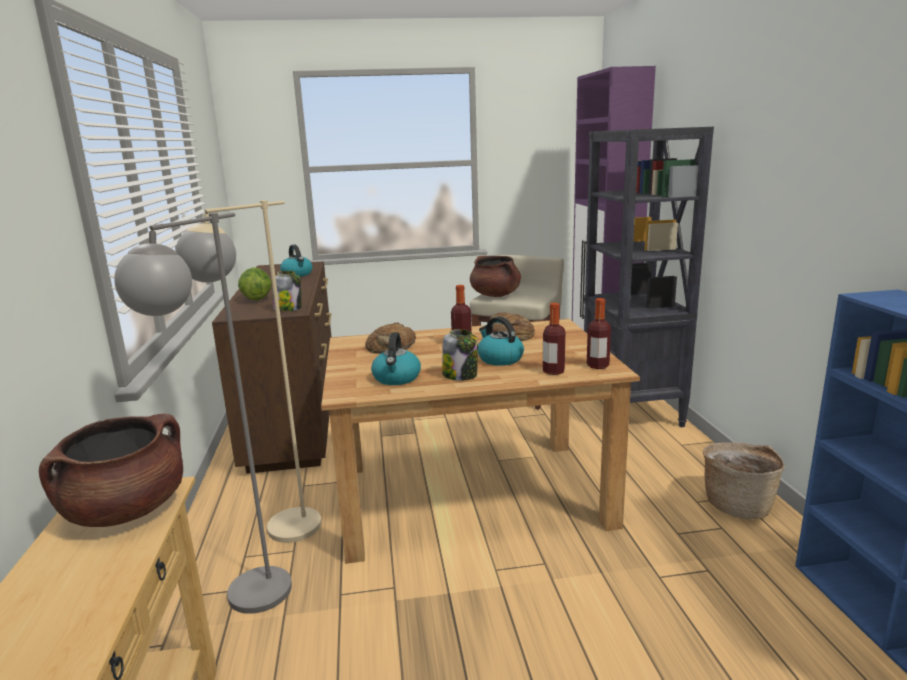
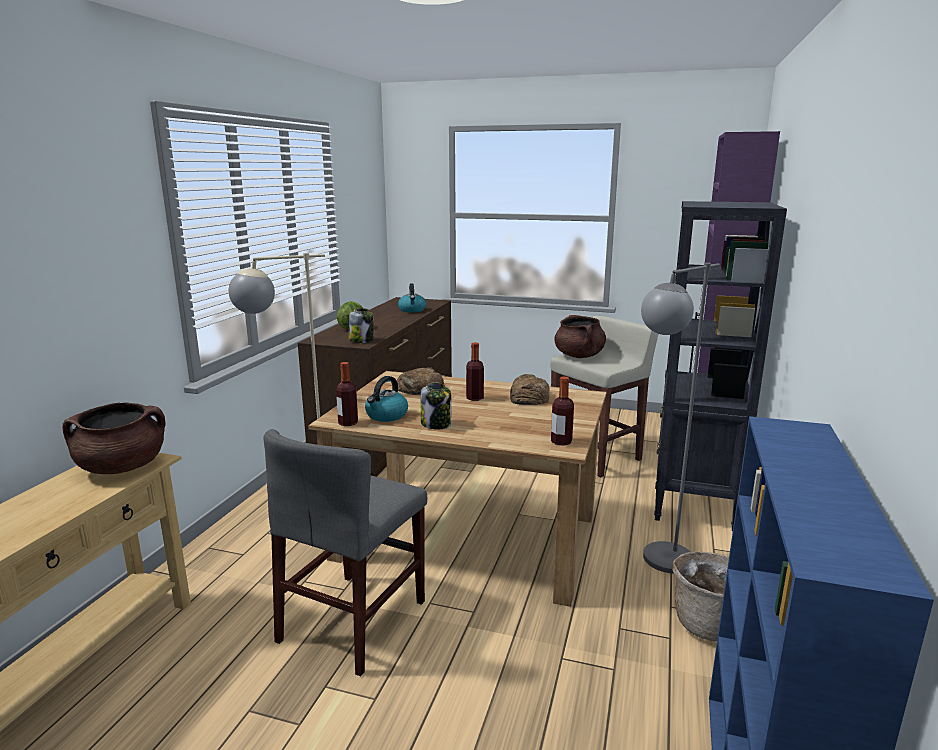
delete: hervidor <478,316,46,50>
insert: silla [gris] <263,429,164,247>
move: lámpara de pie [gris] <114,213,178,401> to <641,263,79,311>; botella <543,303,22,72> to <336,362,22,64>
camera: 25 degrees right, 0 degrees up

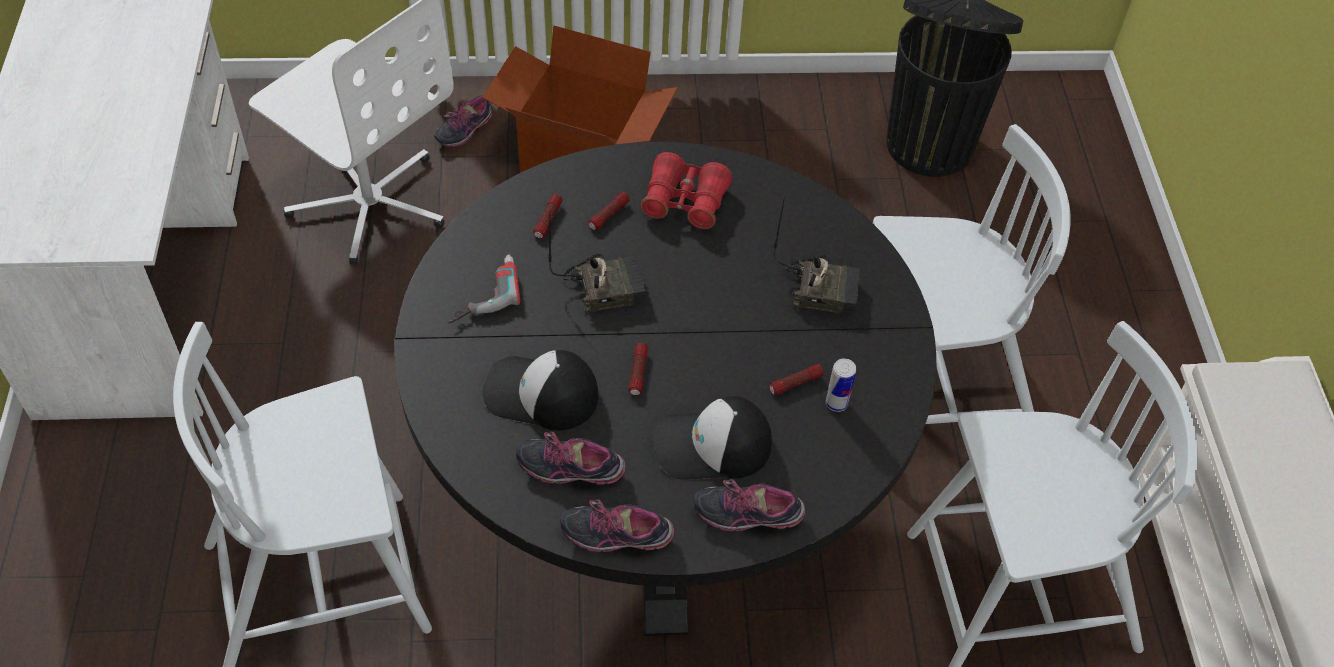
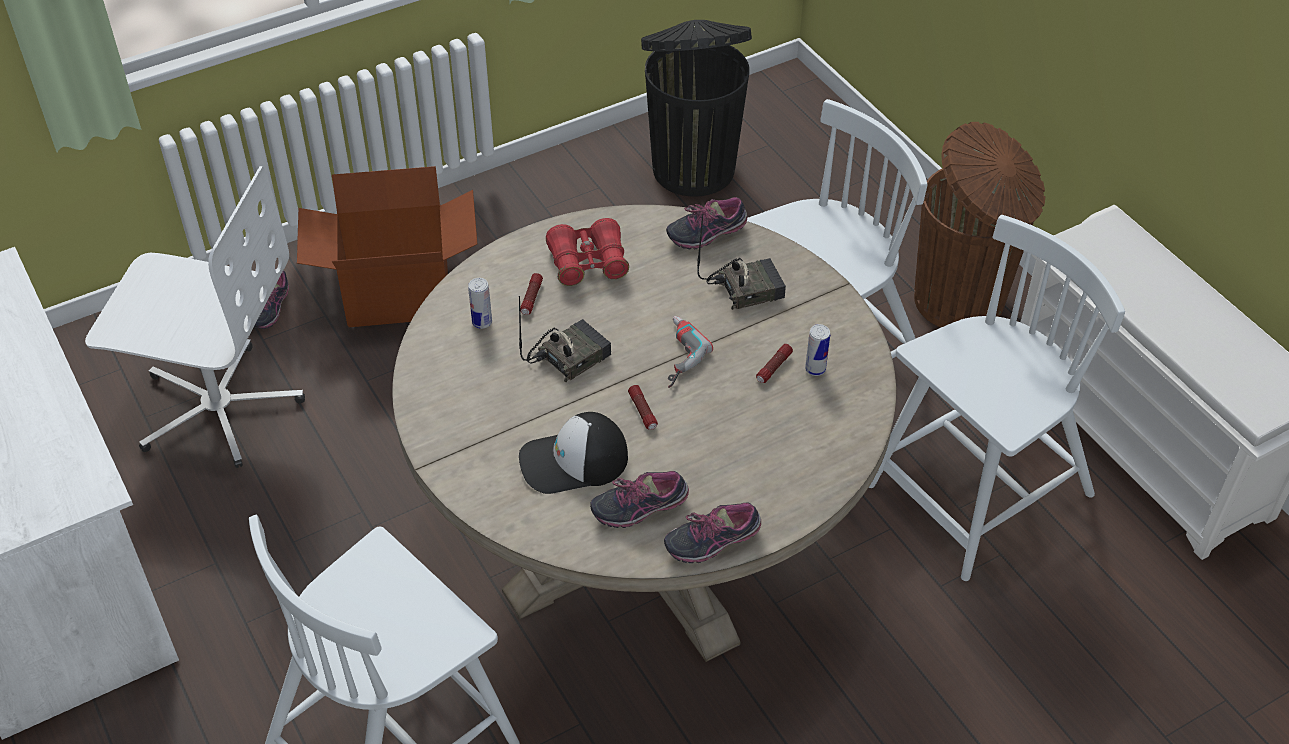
delete: gorra <654,396,118,84>
insert: papelera [marrón] <914,122,131,206>
move: taladro <448,255,72,68> to <668,316,45,72>; zapato <693,479,112,53> to <666,197,81,52>
replace: linterna <533,194,30,44> to lata <468,278,24,51>
recolor: mesa de comedor [negro] <395,142,541,494> to mesa de comedor [beis] <392,205,504,457>
camera: 25 degrees left, 5 degrees down

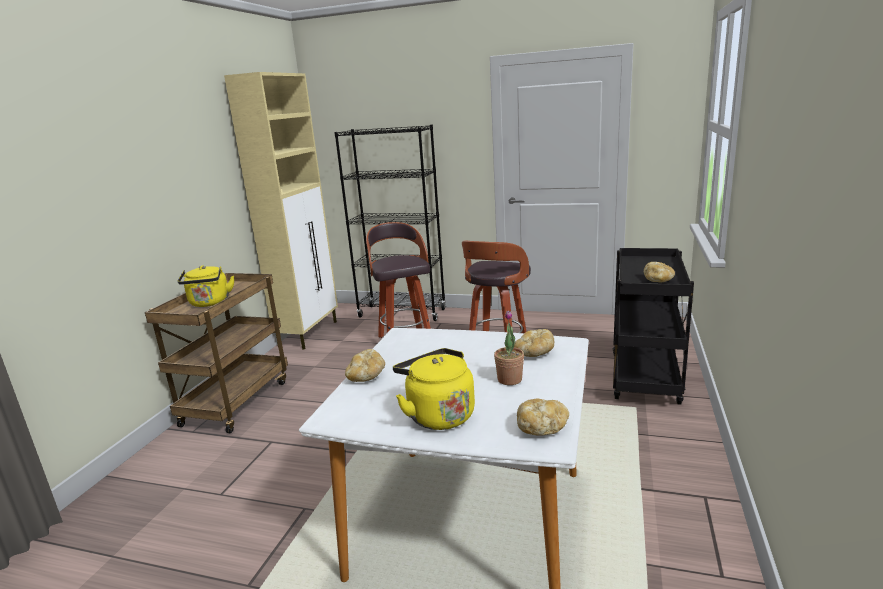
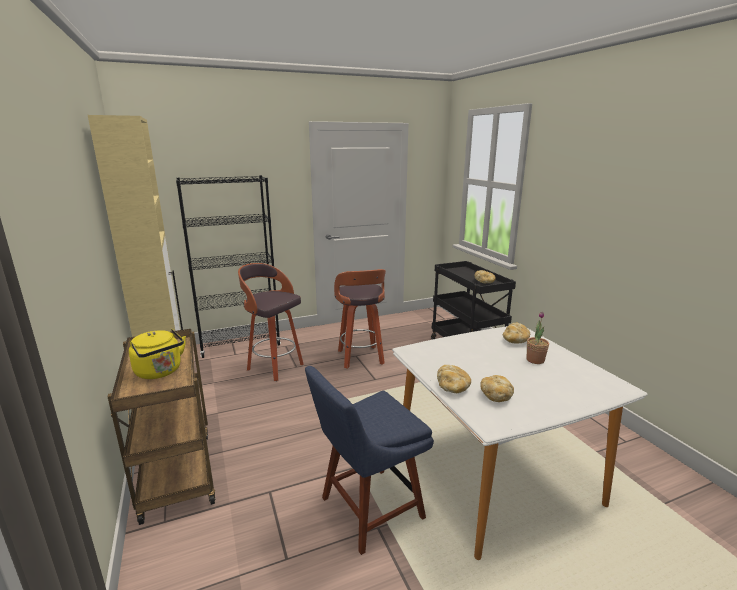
delete: hervidor [amarillo] <393,348,82,82>
insert: silla [azul] <305,366,129,189>
move: pan <517,399,52,37> to <480,375,34,27>
camera: 40 degrees left, 0 degrees up

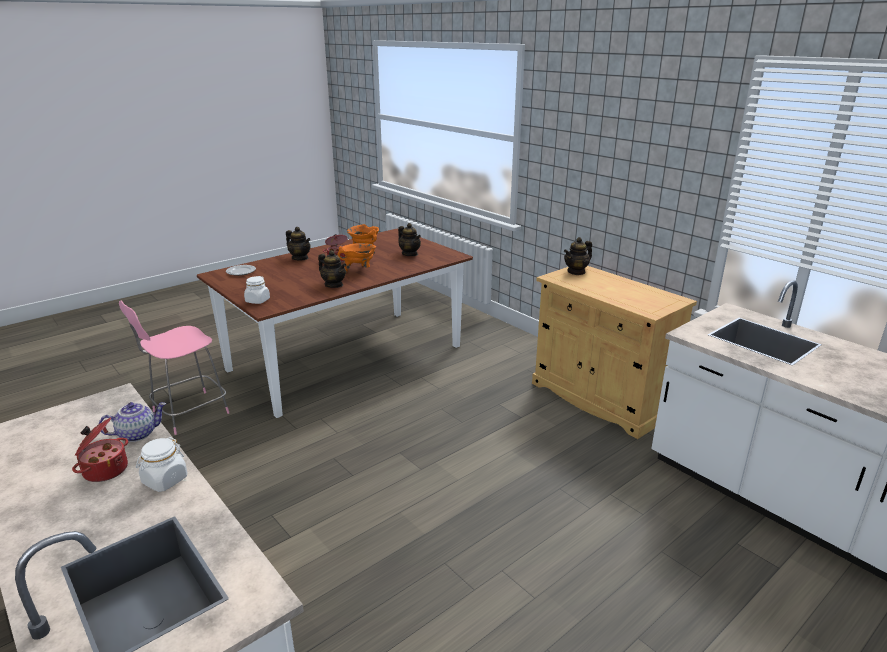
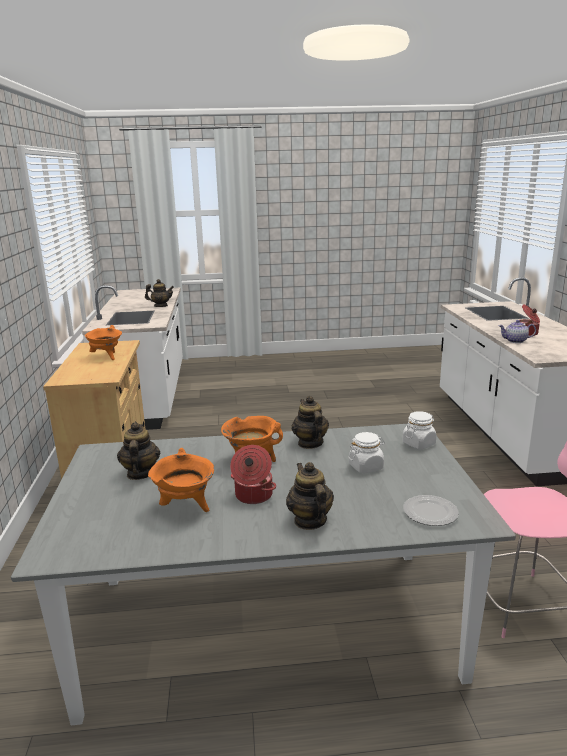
insert: olla [naranja] <85,325,37,35>
move: tarro [blanco] <136,437,51,55> to <349,432,36,41>; tetera <564,237,28,38> to <145,279,29,28>
recolor: mesa de comedor [marrón] <197,229,276,189> to mesa de comedor [gris] <11,424,505,301>
camera: 145 degrees left, 5 degrees down

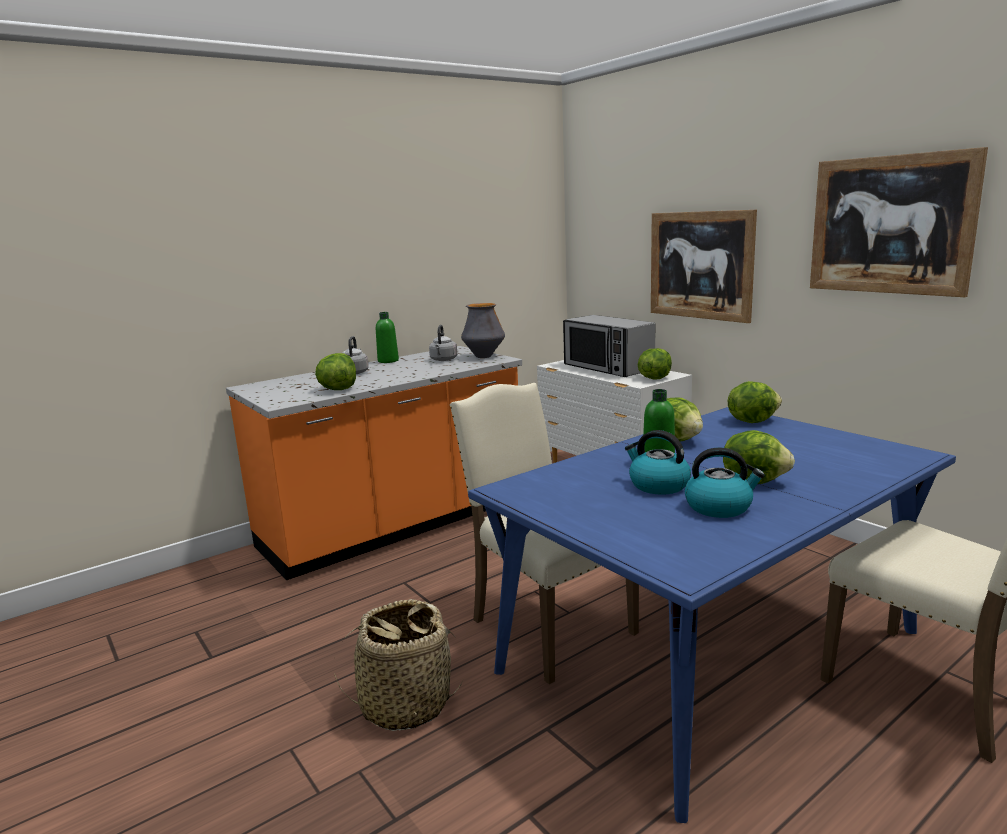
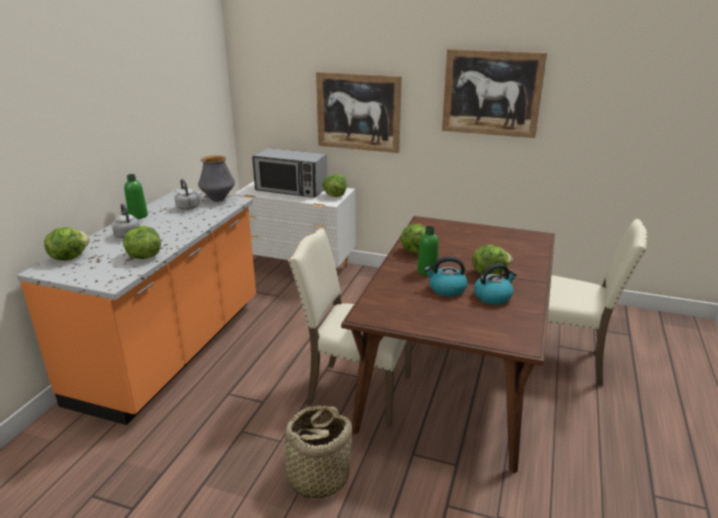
move: lechuga <728,381,54,42> to <44,227,46,34>
recolor: mesa de comedor [azul] <468,407,488,416> to mesa de comedor [marrón] <341,216,214,257>
camera: 35 degrees left, 10 degrees up

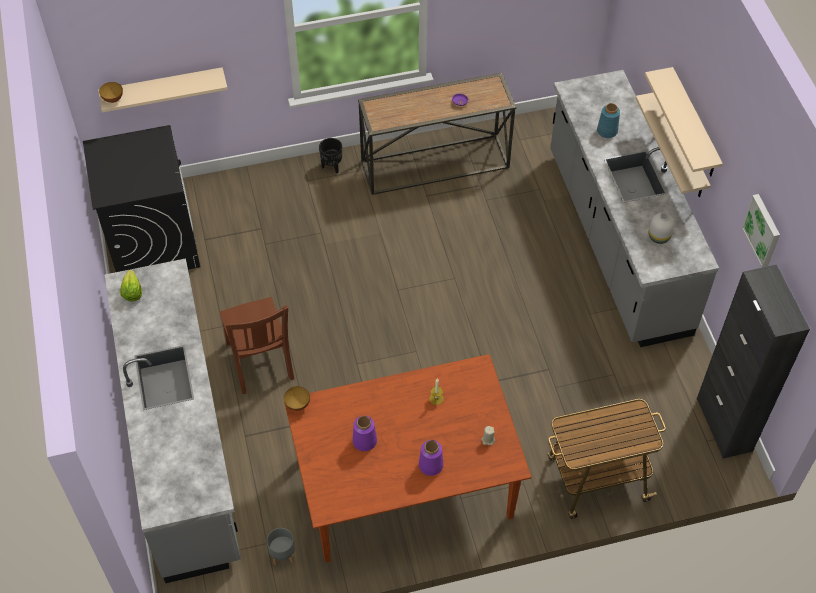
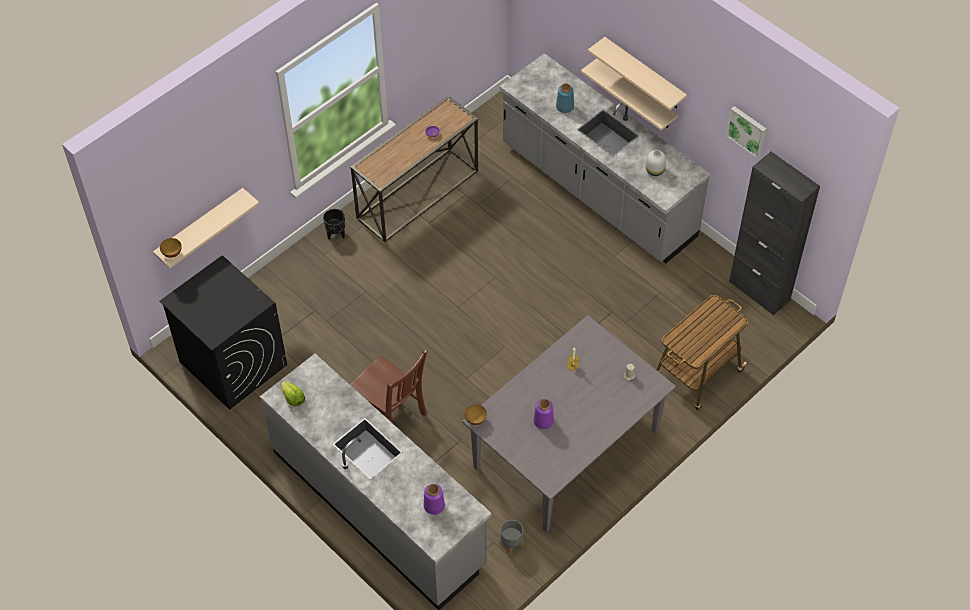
move: florero [morado] <419,440,24,36> to <424,484,21,31>
recolor: mesa de comedor [marrón] <284,354,247,208> to mesa de comedor [gris] <462,315,214,218>
camera: 30 degrees left, 0 degrees up

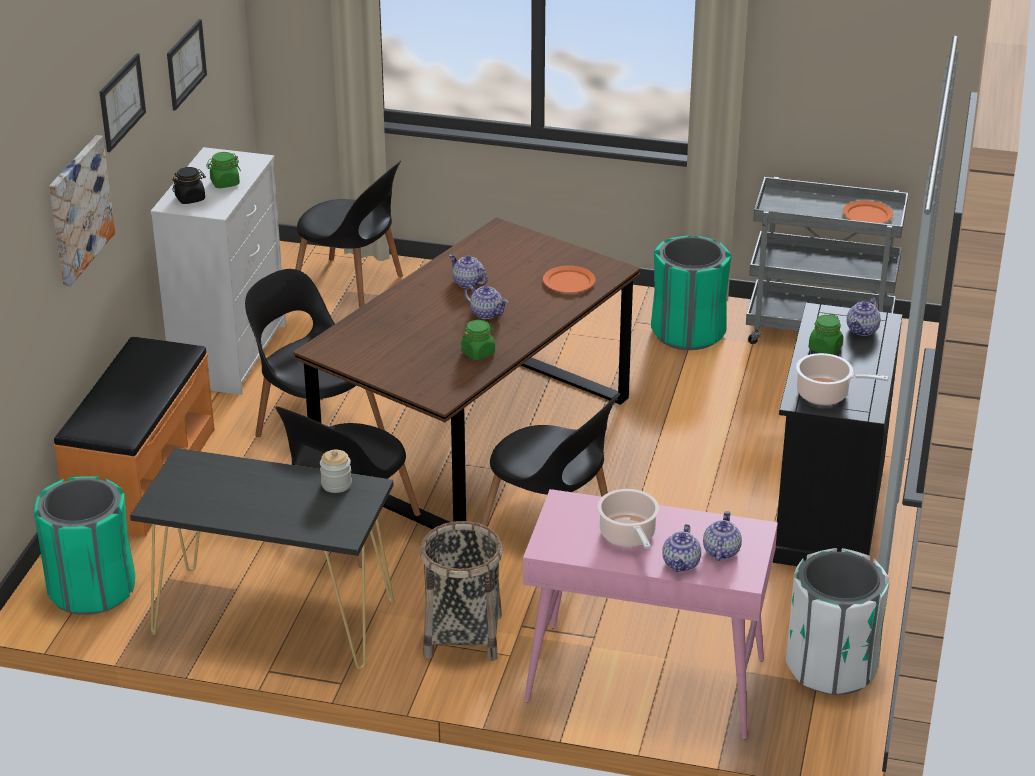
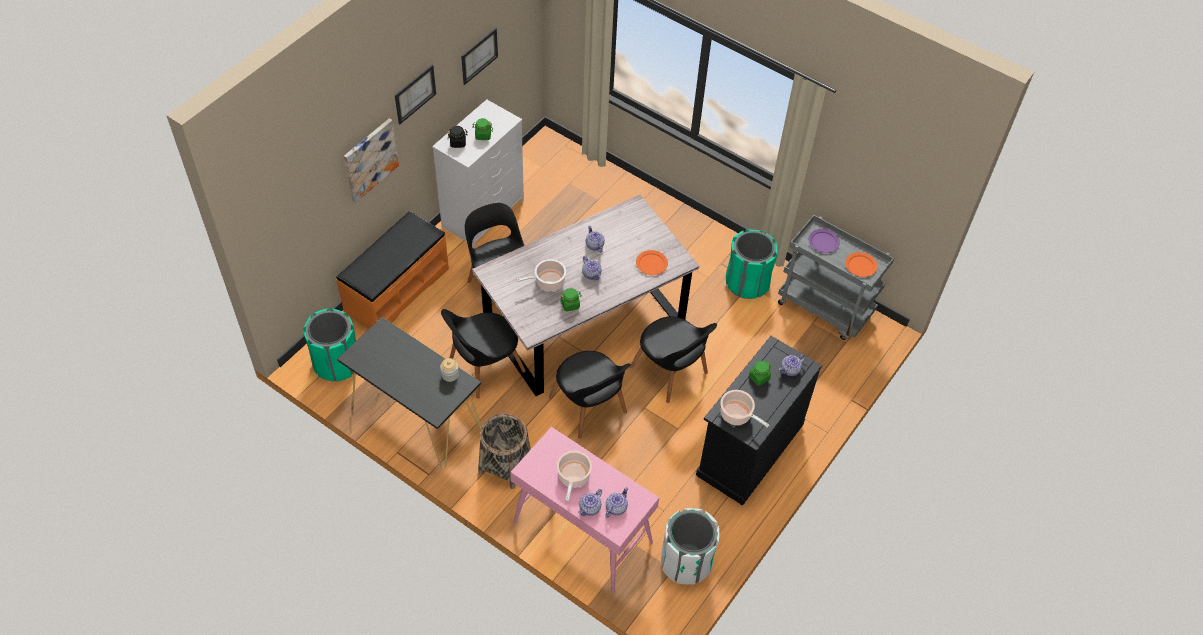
insert: olla <516,259,50,32>; plato [morado] <809,229,31,24>
move: silla [negro] <295,160,108,148> to <630,316,87,87>
recolor: mesa de comedor [marrón] <293,217,348,312> to mesa de comedor [gris] <472,195,227,201>
camera: 20 degrees right, 20 degrees up

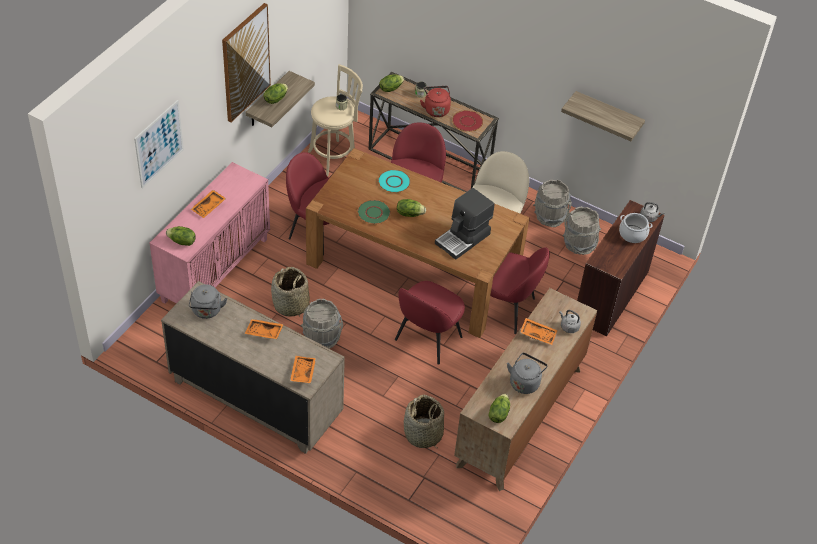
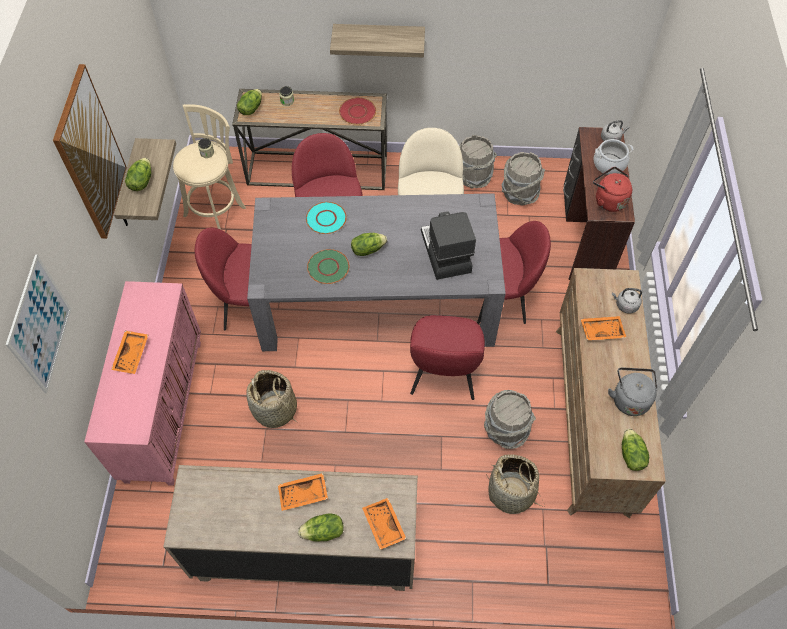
delete: hervidor [gris] <189,284,38,35>
move: lechuga <166,226,30,20> to <298,513,46,29>; cubo [gris] <301,299,42,50> to <484,390,52,59>; hervidor [rojo] <420,86,31,31> to <593,167,39,45>; estante <561,91,84,50> to <330,24,95,33>
recolor: mesa de comedor [marrón] <306,148,224,190> to mesa de comedor [gris] <247,193,259,158>
rotate: cafetera <435,188,60,72> = <421,211,55,69> 150 degrees clockwise
camera: 25 degrees left, 10 degrees up

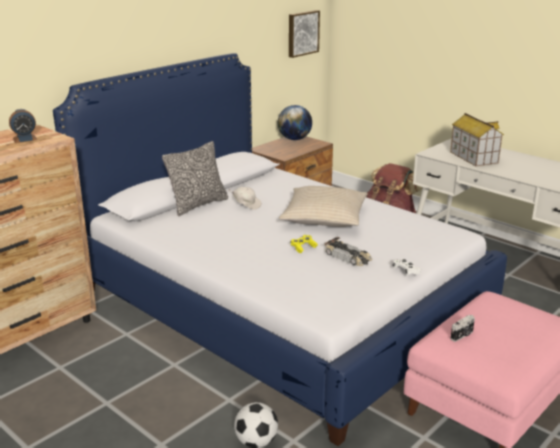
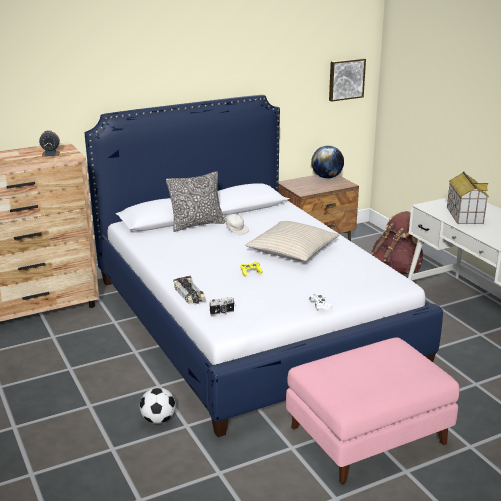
move: coche de juguete <324,236,49,30> to <173,276,33,28>; cámara <450,315,25,27> to <209,297,25,18>
camera: 20 degrees right, 0 degrees up

